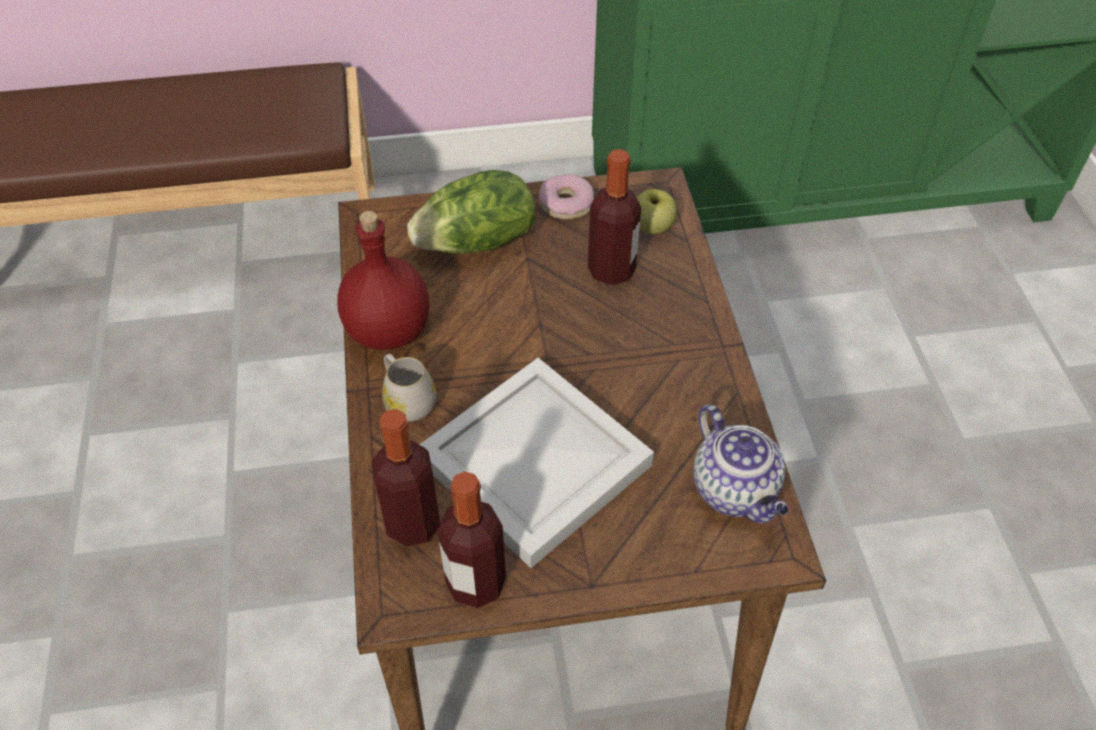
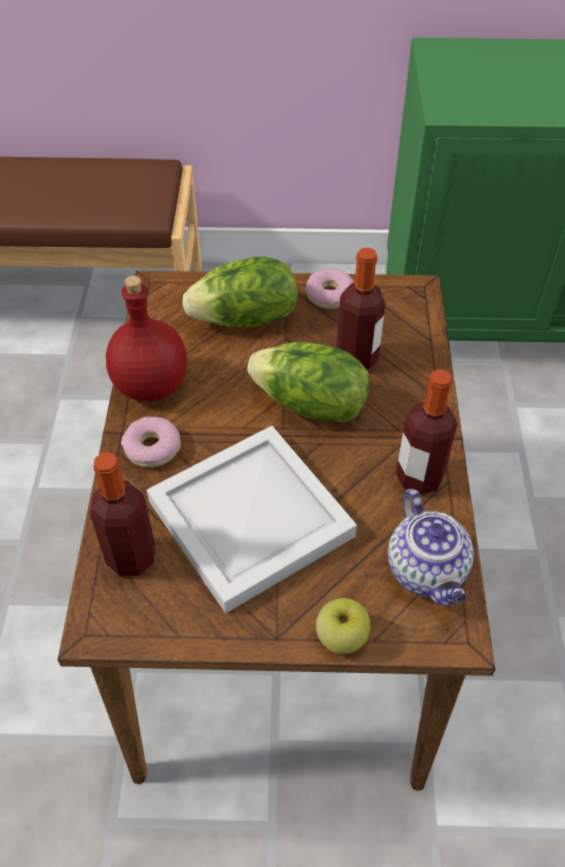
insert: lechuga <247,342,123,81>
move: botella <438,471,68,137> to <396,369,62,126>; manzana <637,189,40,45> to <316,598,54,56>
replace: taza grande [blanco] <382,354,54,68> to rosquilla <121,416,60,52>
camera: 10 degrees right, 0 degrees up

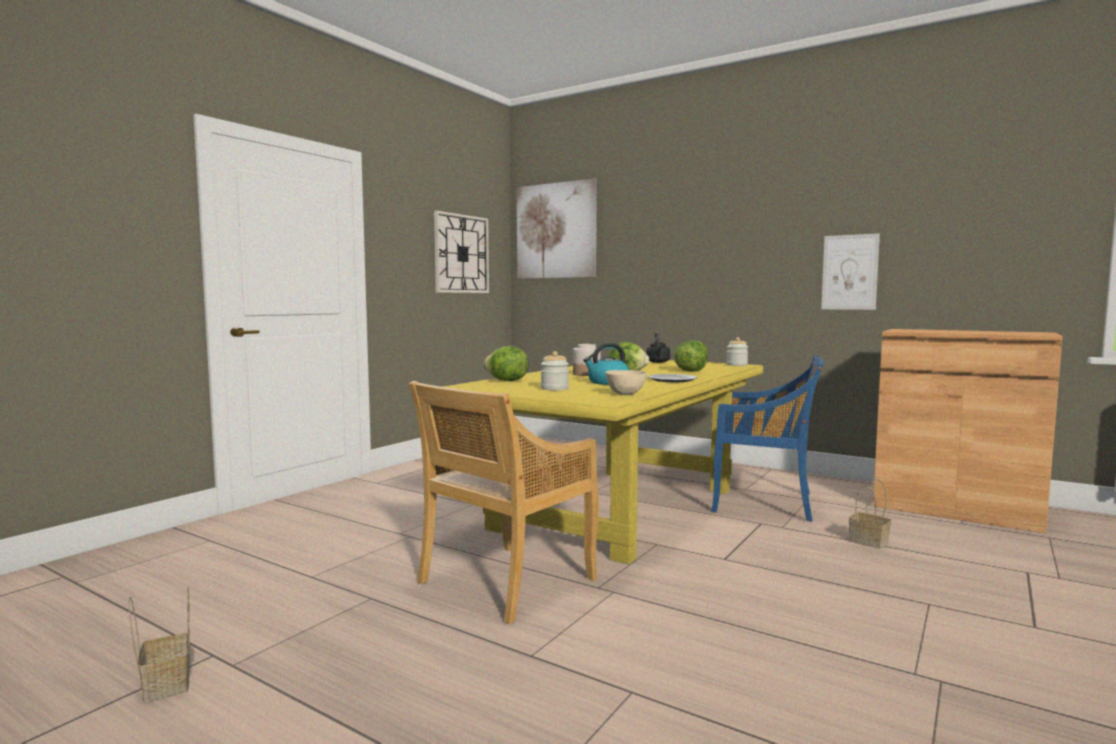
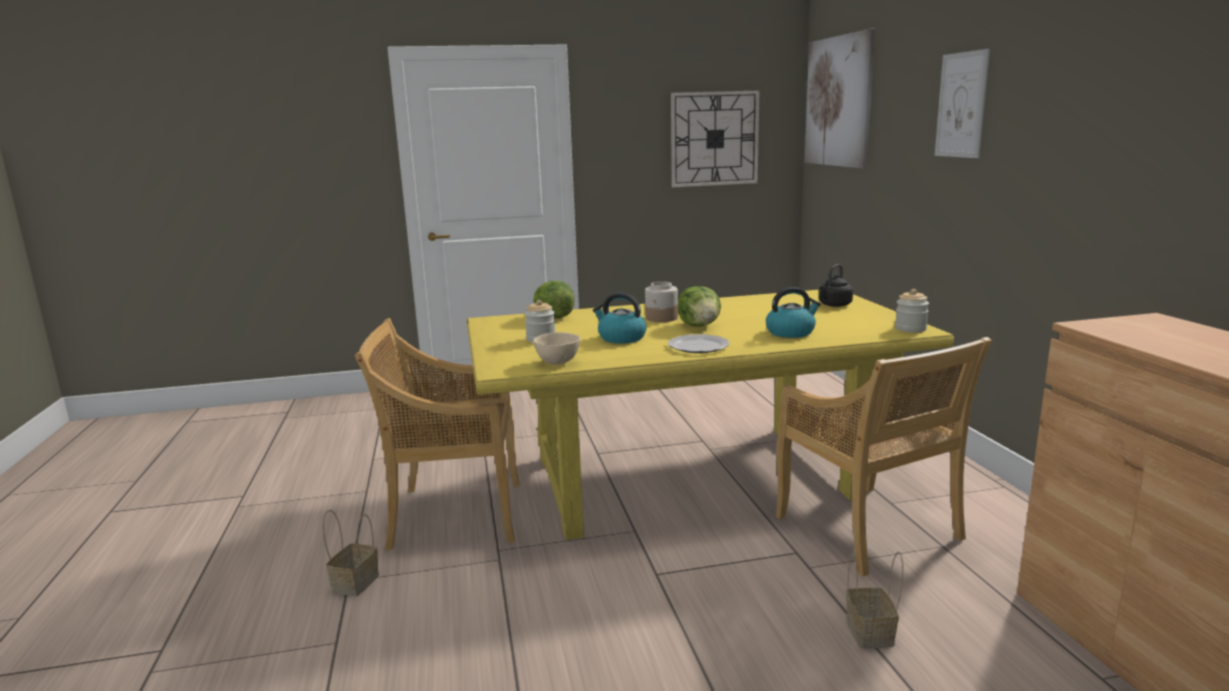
move: cesta <128,587,62,116> to <323,510,56,86>; cuadro <821,233,59,77> to <935,49,55,109>
replace: lechuga <674,340,34,32> to hervidor <766,287,55,51>
recolor: silla [azul] <711,355,113,167> to silla [beis] <776,337,216,240>
camera: 45 degrees right, 10 degrees up

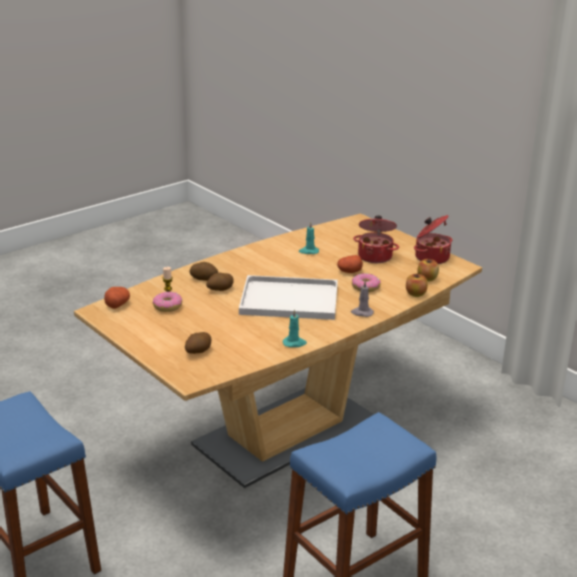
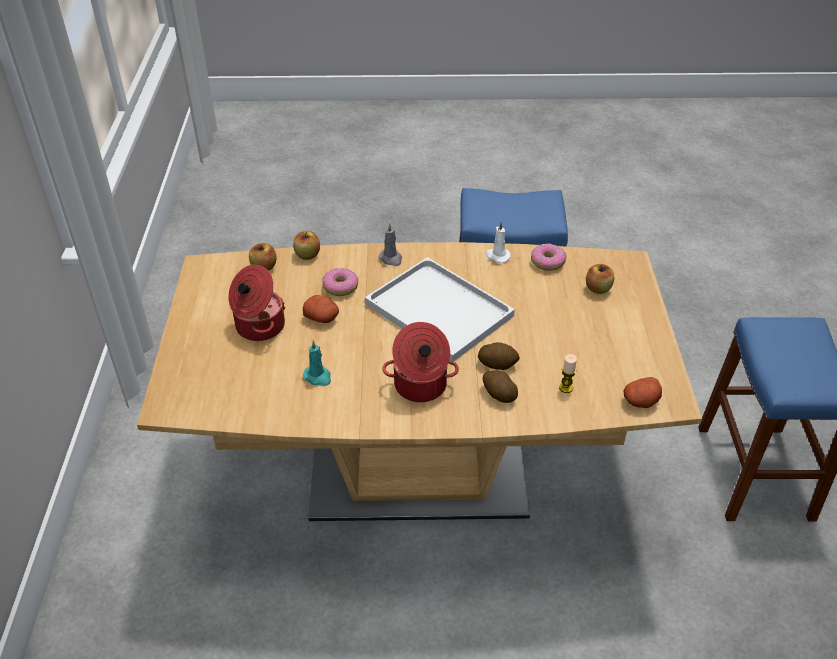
move: rosquilla <153,292,29,20> to <531,244,35,27>; olla <414,215,38,49> to <382,322,77,80>
replace: patata <185,332,26,22> to manzana <586,264,28,30>
recolor: vela [turquesa] <283,309,24,38> to vela [blanco] <485,222,26,41>
camera: 140 degrees left, 15 degrees up

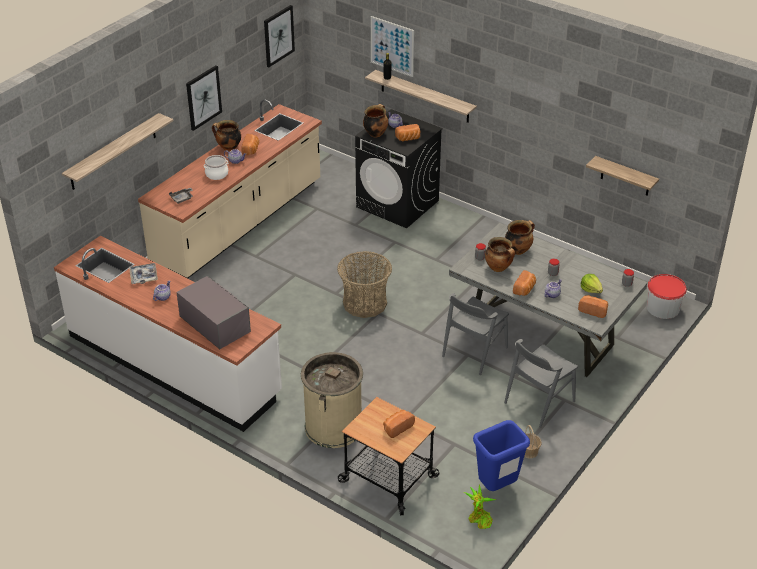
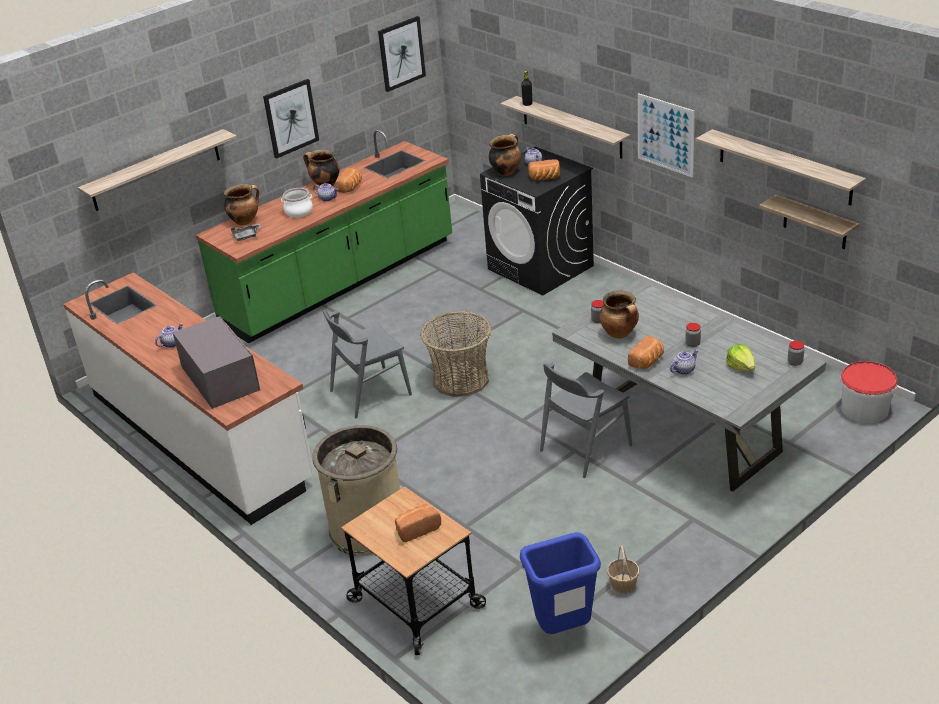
delete: bandeja <129,263,29,21>; planta en maceta <463,484,34,45>; pan <578,295,30,23>
insert: estante <696,129,170,77>
move: cuadro <371,16,43,61> to <638,93,57,84>; silla [gris] <504,339,74,89> to <323,310,89,108>; olla <505,220,30,35> to <224,184,35,41>
recolor: mueble bajo de cocina [beis] <138,99,184,179> to mueble bajo de cocina [verde] <196,129,256,214>
camera: 15 degrees right, 5 degrees down

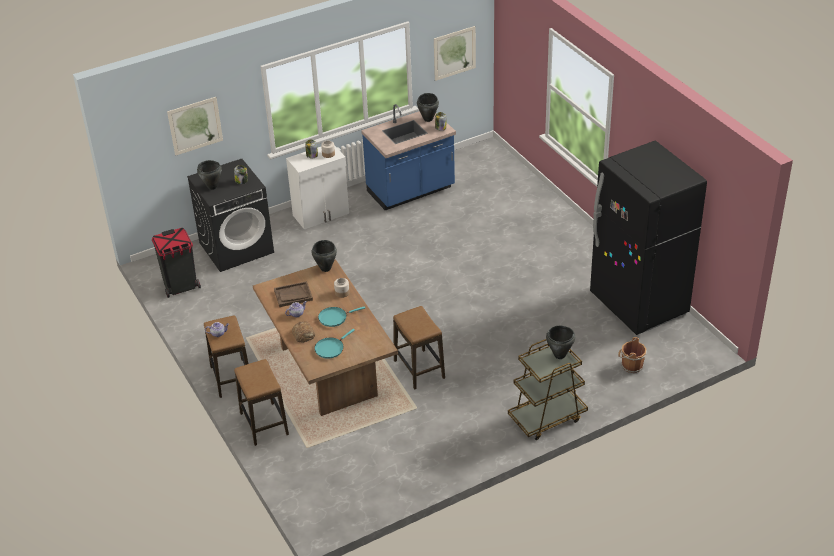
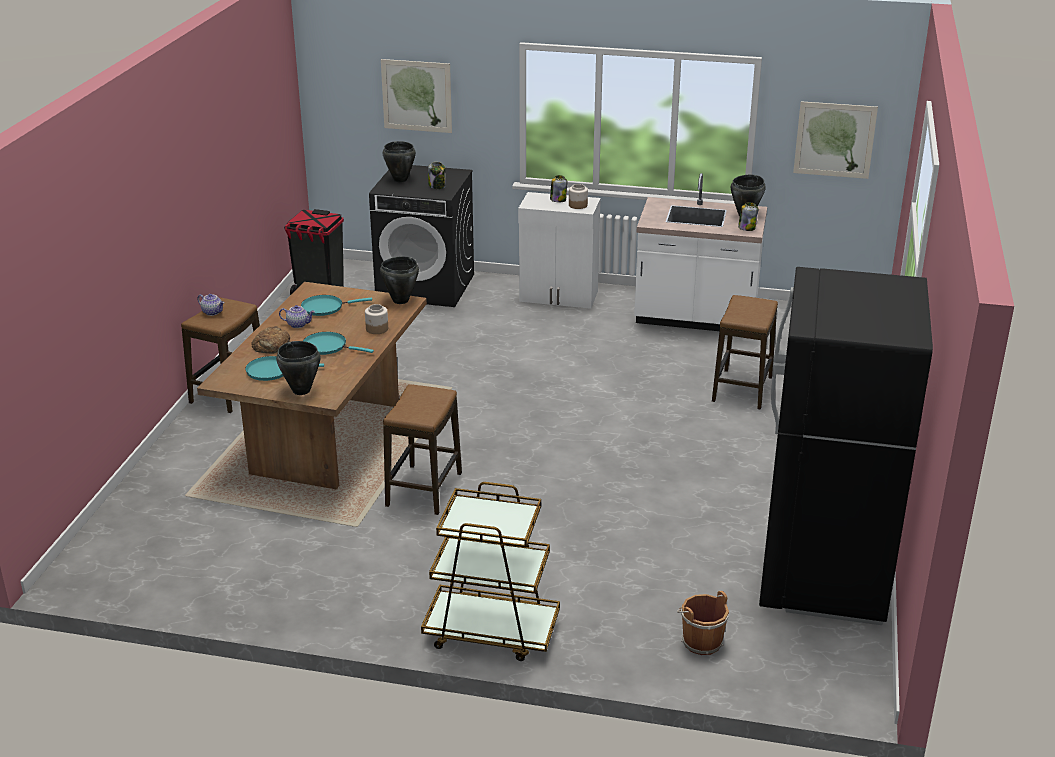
move: taburete <234,359,55,87> to <712,295,66,115>; olla [negro] <546,326,29,33> to <276,341,45,54>
replace: bandeja [marrón] <274,281,39,26> to sartén [turquesa] <301,295,71,21>
recolor: mueble bajo de cocina [azul] <361,104,95,106> to mueble bajo de cocina [blanco] <634,173,133,158>
camera: 40 degrees right, 10 degrees down

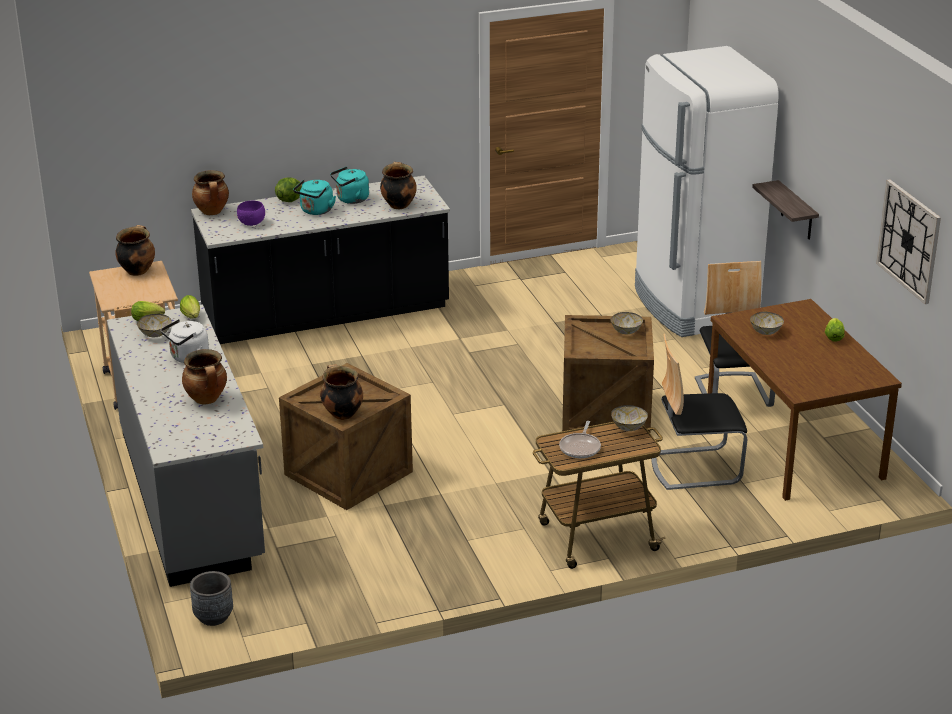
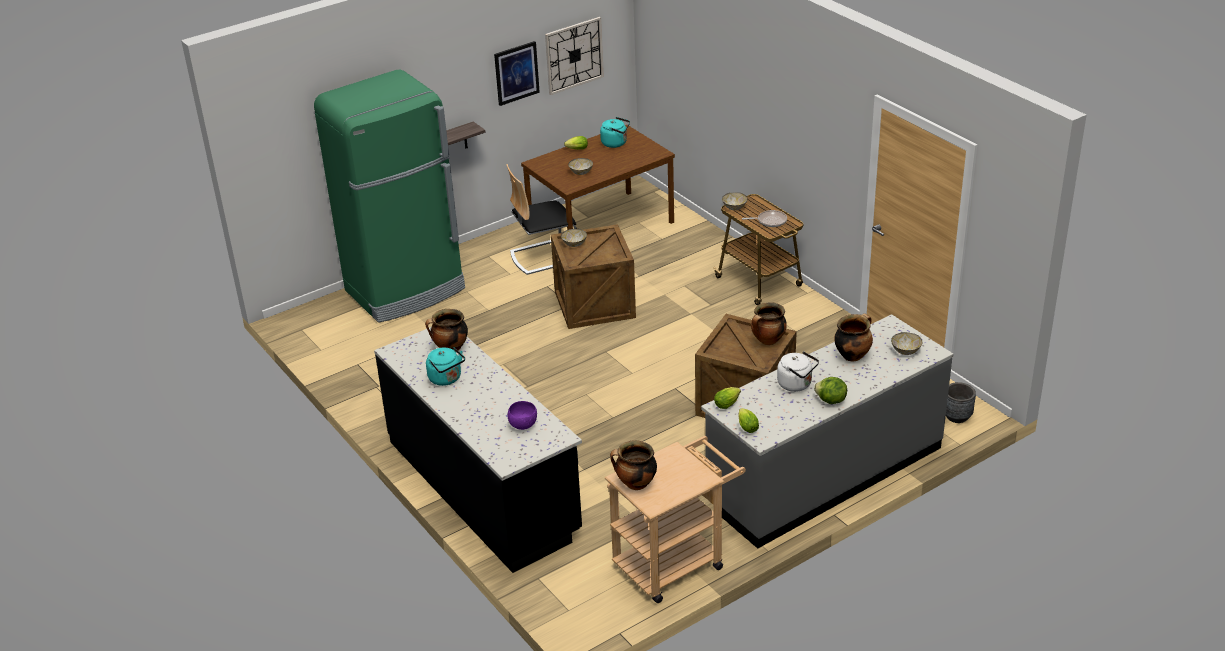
delete: olla <192,170,37,45>; silla <651,334,96,156>
insert: cuadro <494,41,46,65>
move: cuenco <137,314,35,23> to <891,332,31,23>; lechuga <275,177,27,25> to <814,377,33,27>; hervidor [turquesa] <293,180,43,35> to <600,117,30,31>
recolor: nevera [blanco] <635,46,144,291> to nevera [verde] <314,69,151,254>
camera: 105 degrees left, 5 degrees up

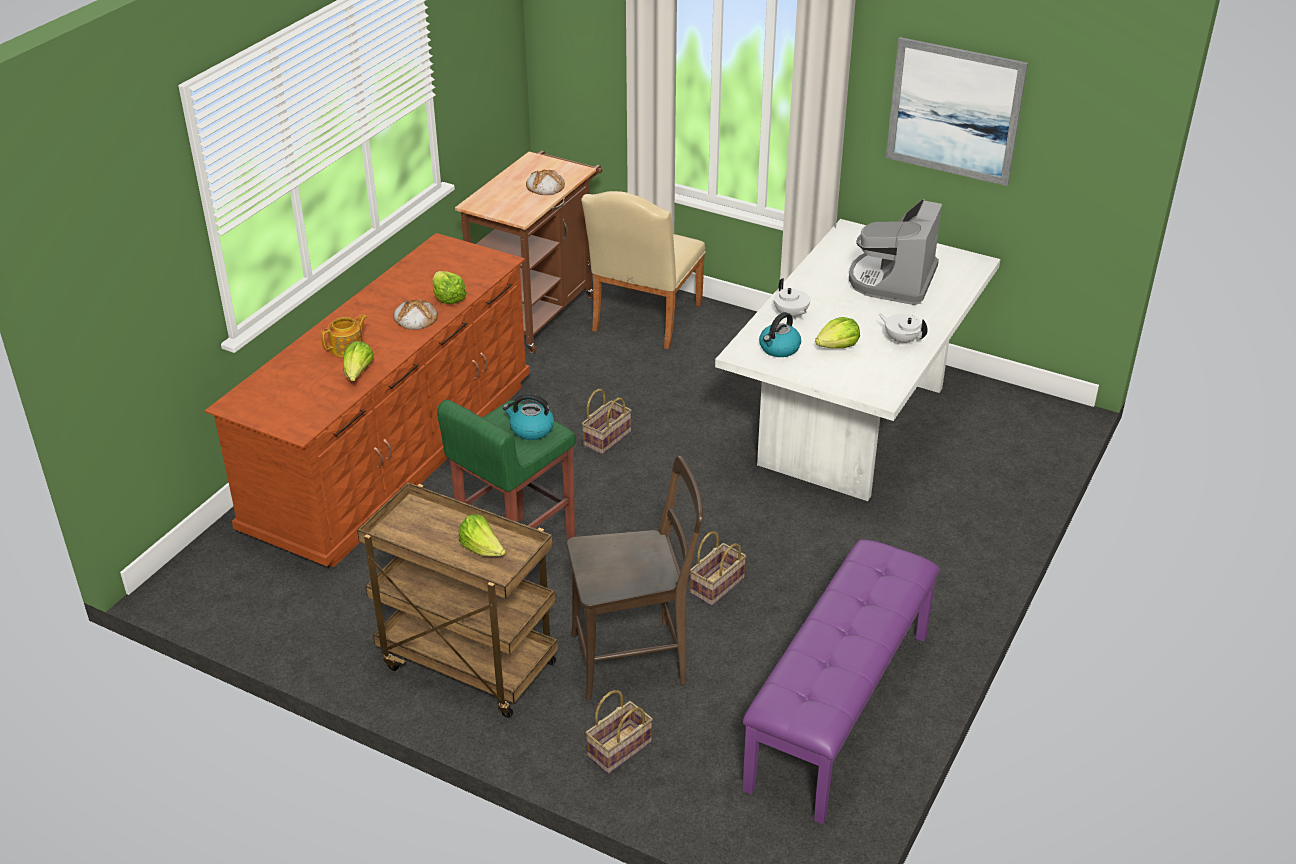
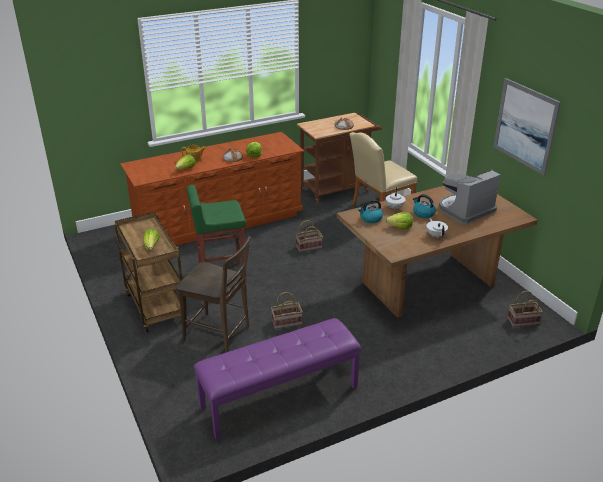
move: hervidor <503,394,51,46> to <413,194,23,24>; cesta <585,690,68,84> to <507,291,36,36>
recolor: mesa de comedor [blanco] <715,219,286,282> to mesa de comedor [marrón] <336,186,202,132>
camera: 35 degrees right, 5 degrees down

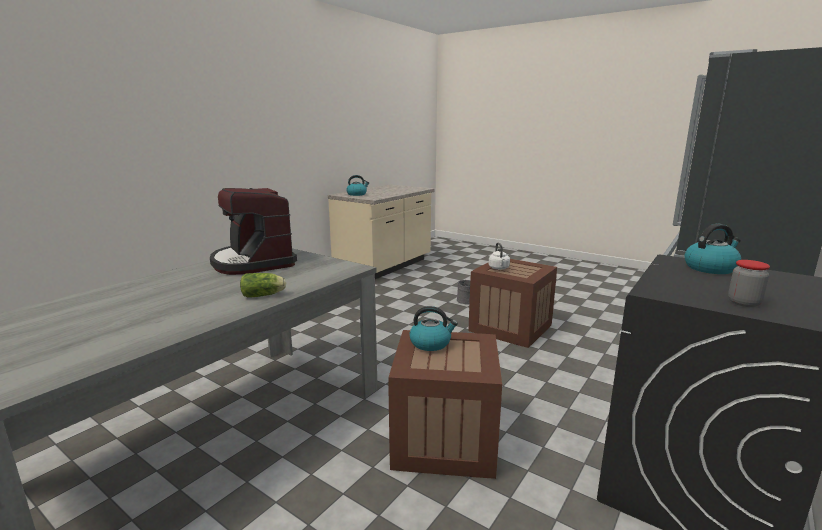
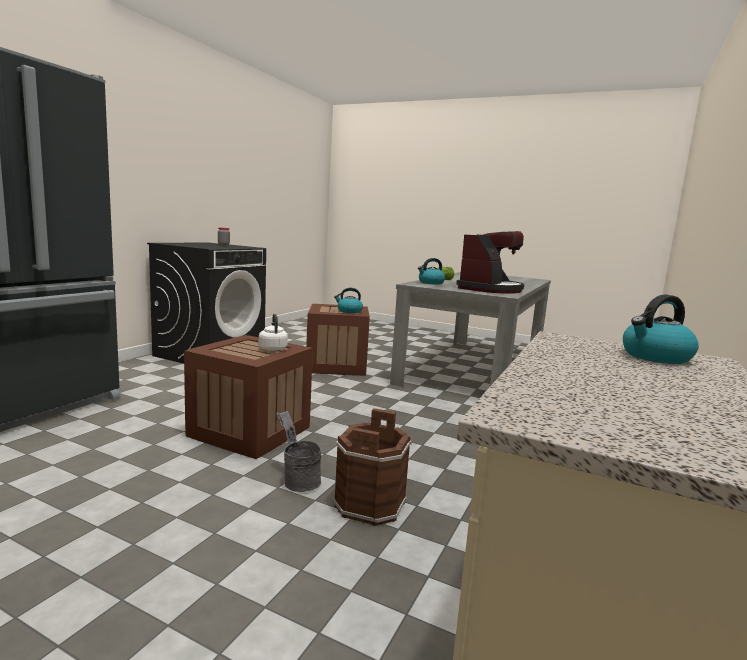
insert: cubo [marrón] <333,408,79,118>
move: hervidor <684,224,57,50> to <418,258,27,27>
rotate: cafetera <210,188,87,87> = <456,231,68,63> 75 degrees clockwise
camera: 170 degrees right, 5 degrees down

